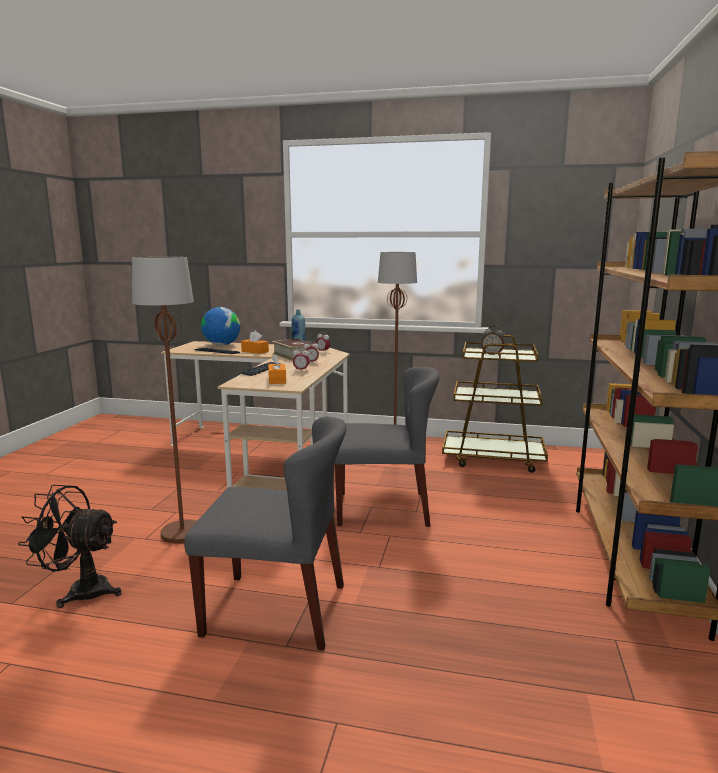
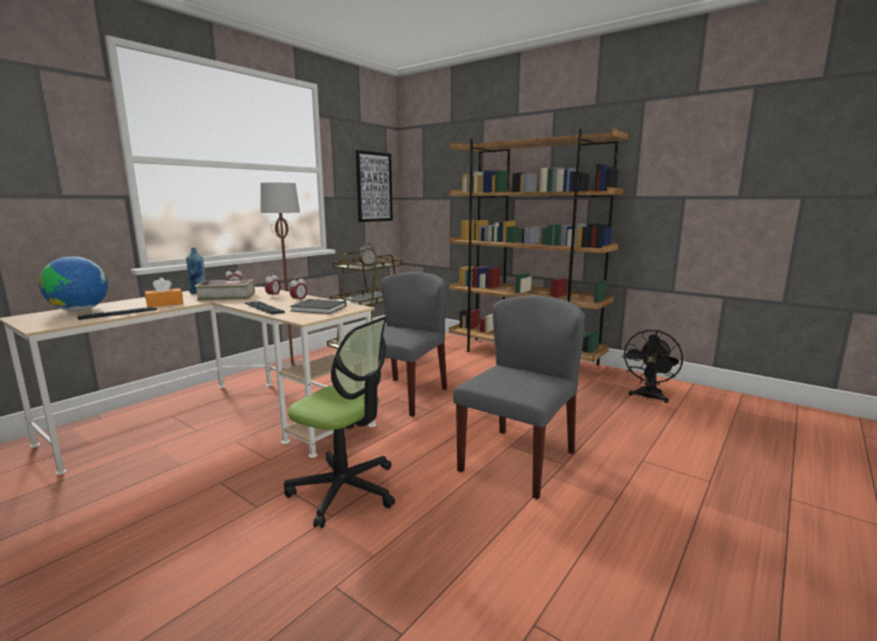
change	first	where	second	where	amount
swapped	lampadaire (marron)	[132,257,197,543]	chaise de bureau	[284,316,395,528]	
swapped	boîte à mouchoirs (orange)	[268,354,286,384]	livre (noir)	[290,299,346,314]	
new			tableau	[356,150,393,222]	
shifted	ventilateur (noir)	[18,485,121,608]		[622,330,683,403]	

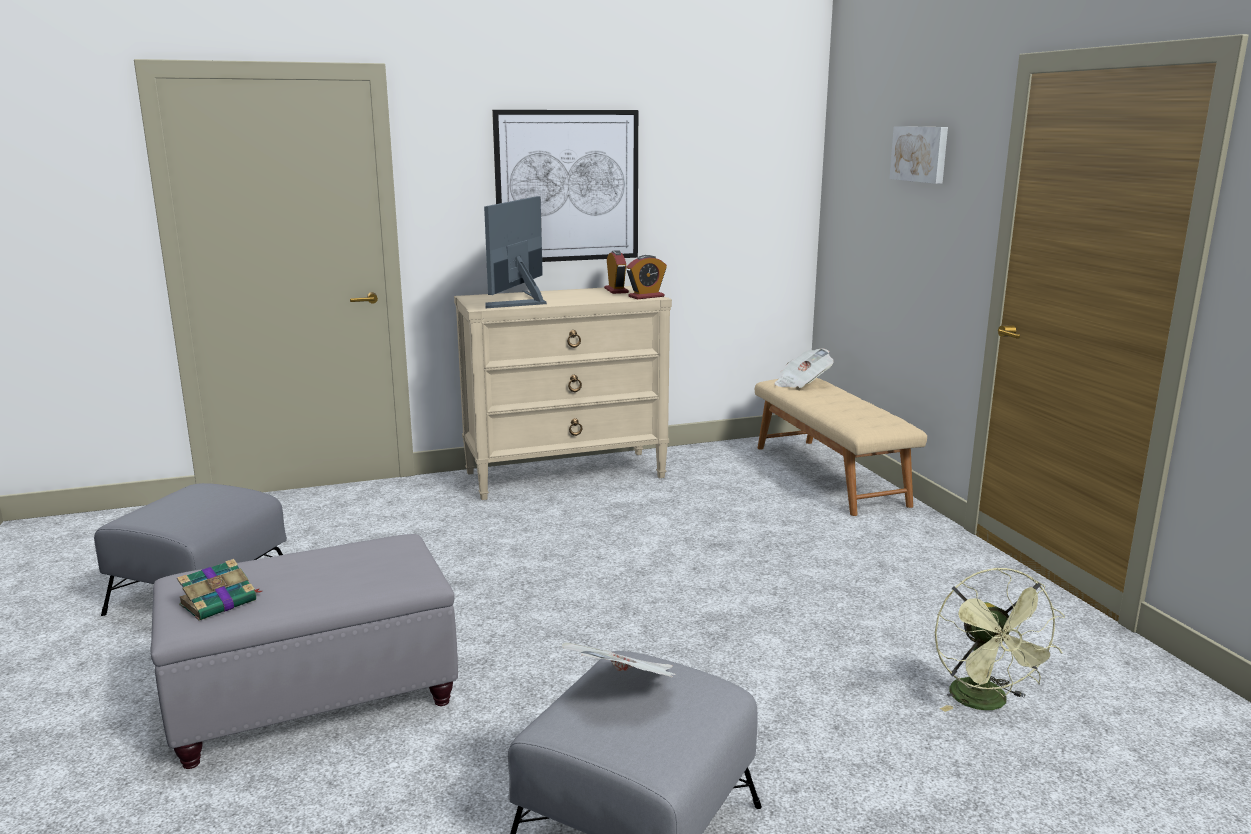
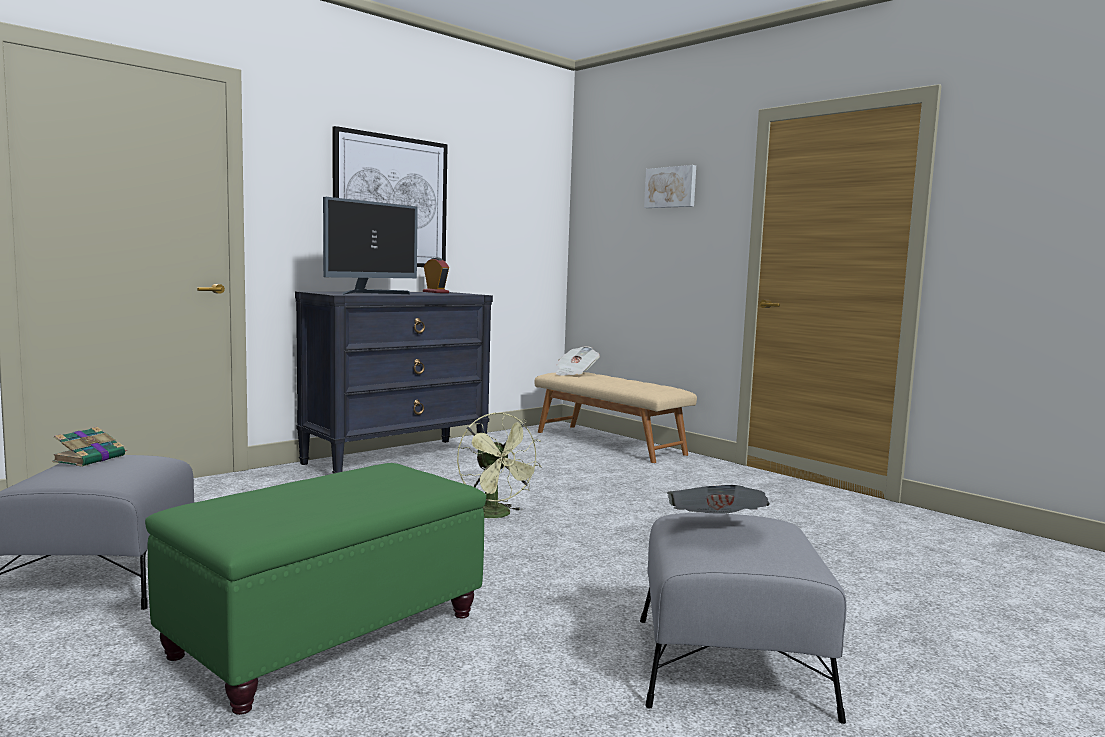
change	first	where	second	where	amount
shifted	livre	[177,559,262,621]		[52,427,127,467]	
repainted	pouf (gris)	[151,534,458,769]	pouf (vert)	[145,463,487,715]	
repainted	commode (beige)	[454,286,672,500]	commode (noir)	[295,291,493,474]	
rotated	écran d'ordinateur	[484,196,547,308]		[323,197,418,295]	135 degrees counterclockwise
shifted	ventilateur (vert)	[935,567,1065,712]		[457,412,542,518]	
gone	réveil	[626,255,667,299]			

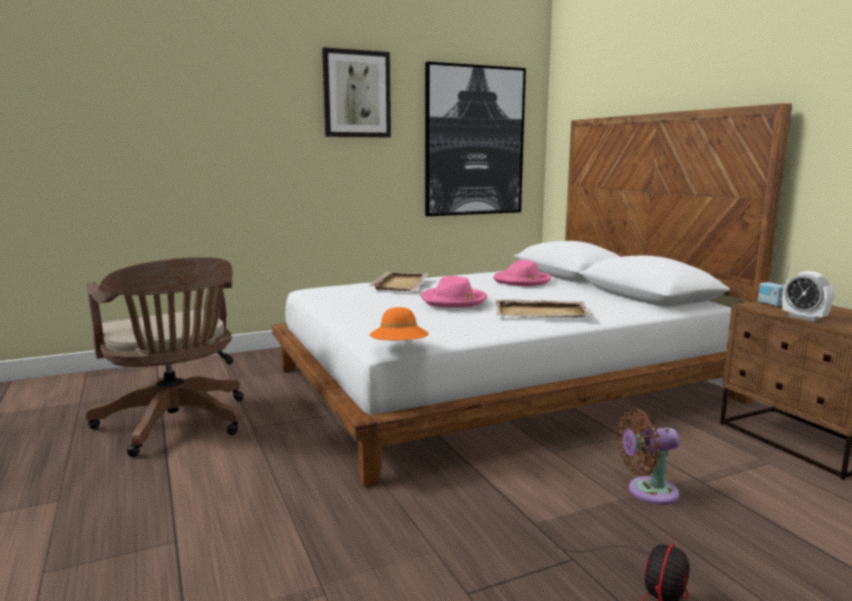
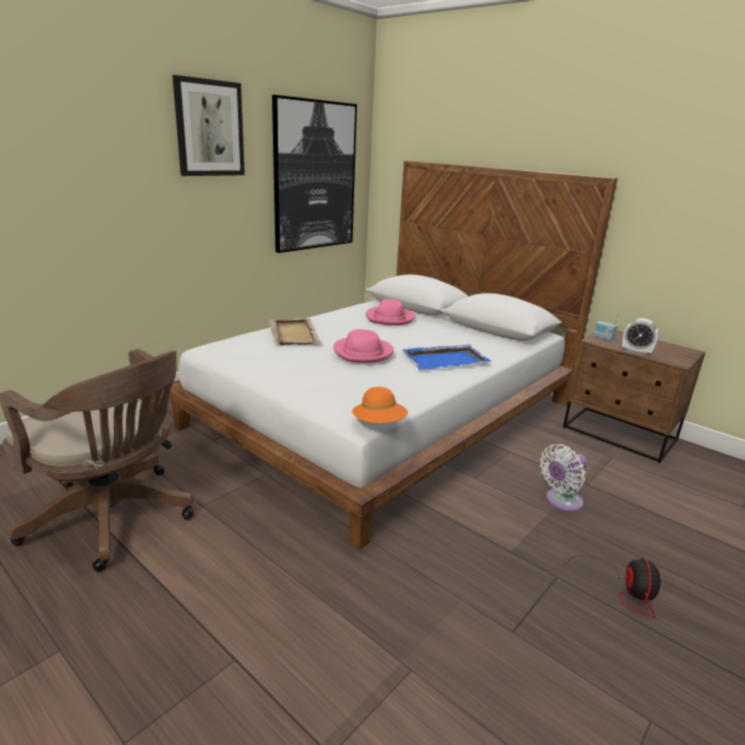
change	first	where	second	where	amount
repainted	plateau (beige)	[496,299,591,317]	plateau (bleu)	[402,345,491,370]	
repainted	ventilateur (marron)	[617,408,680,505]	ventilateur (blanc)	[540,444,587,512]	

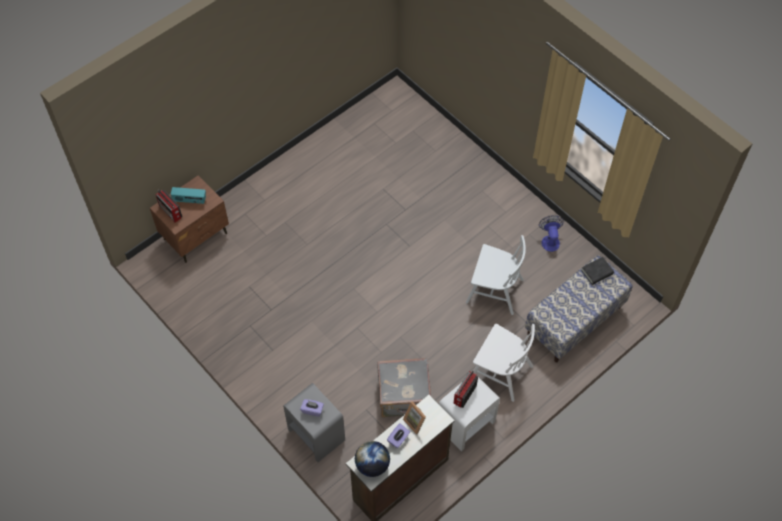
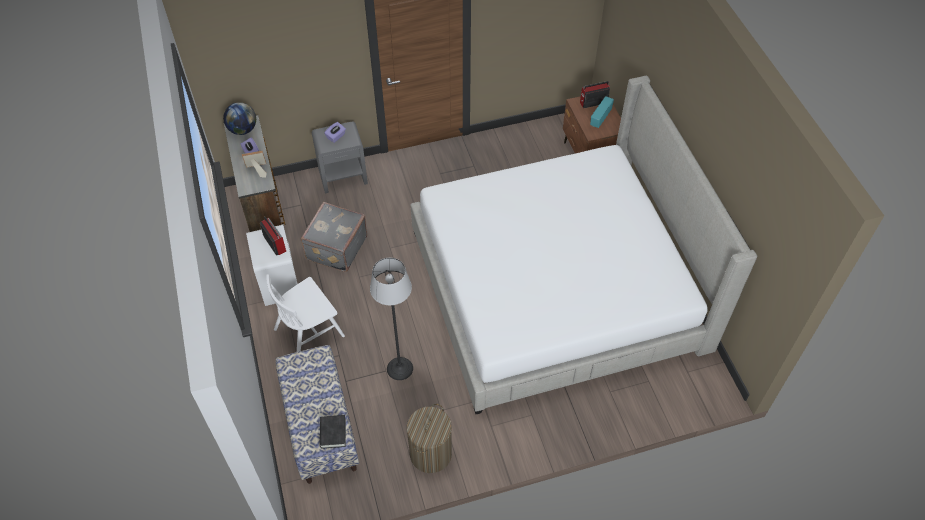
change	first	where	second	where	amount
swapped	chaise (blanc)	[466,235,526,315]	lampadaire	[370,258,413,380]	
swapped	ventilateur	[539,215,564,252]	panier à linge	[407,404,452,473]	
new			lit	[411,76,757,414]	

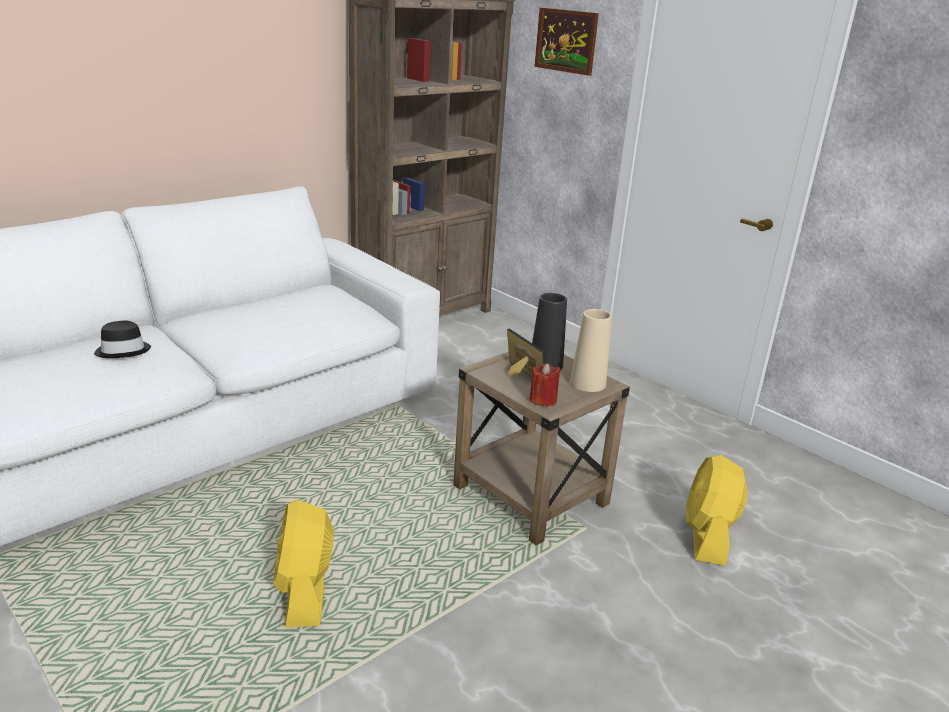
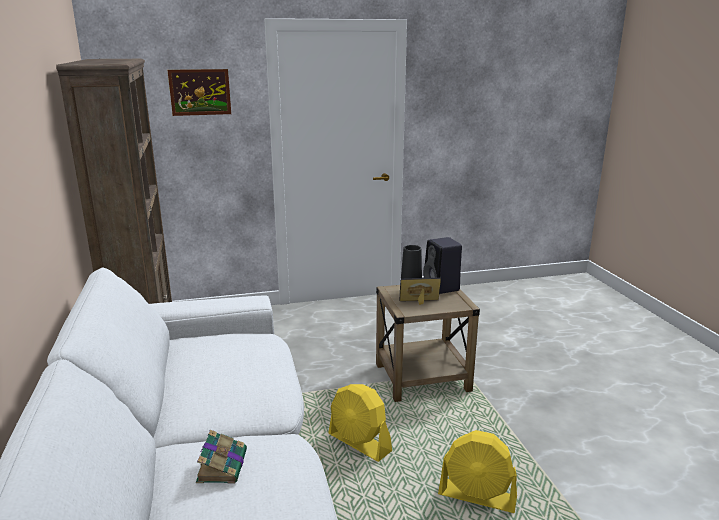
change	first	where	second	where	amount
swapped	chapeau (noir)	[94,320,151,358]	livre	[196,430,247,484]	
shifted	ventilateur (jaune)	[686,455,748,566]		[328,384,392,462]	
swapped	vase (beige)	[570,309,612,392]	enceinte (noir)	[423,237,462,294]	
gone	bougie (rouge)	[529,363,561,406]			

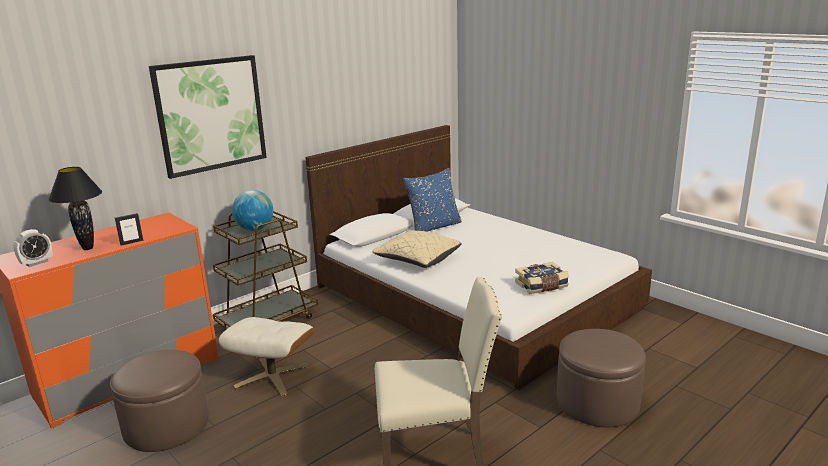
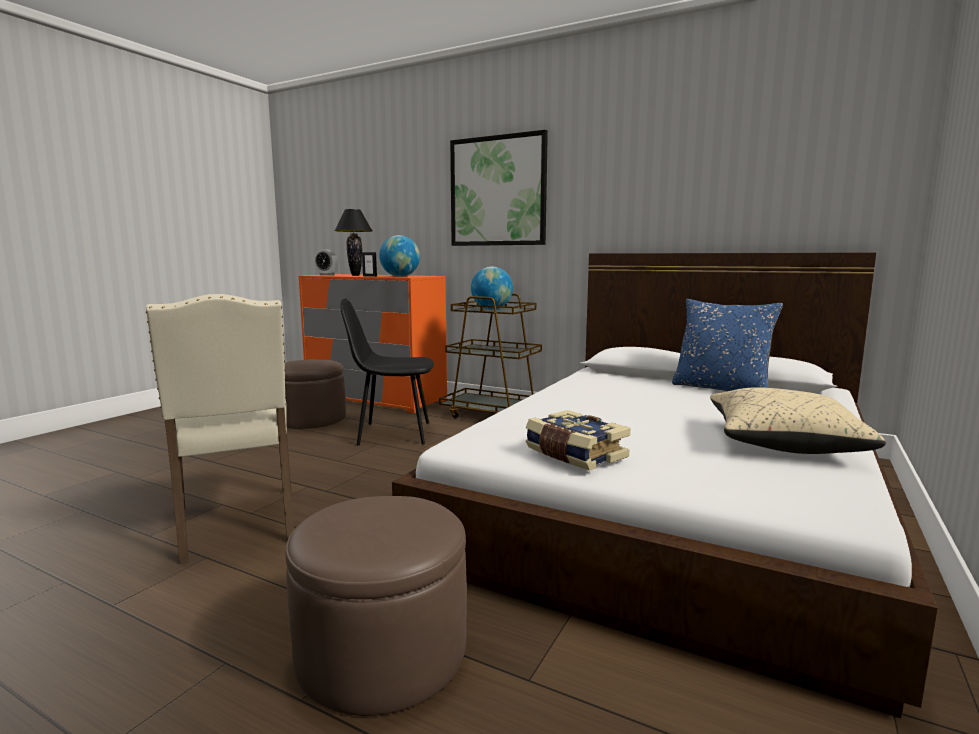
change	first	where	second	where	amount
swapped	pouf (beige)	[218,317,315,397]	chaise (noir)	[340,298,434,445]	
new			globe	[379,235,420,277]	
shifted	coussin (beige)	[372,230,462,268]		[710,387,886,454]	

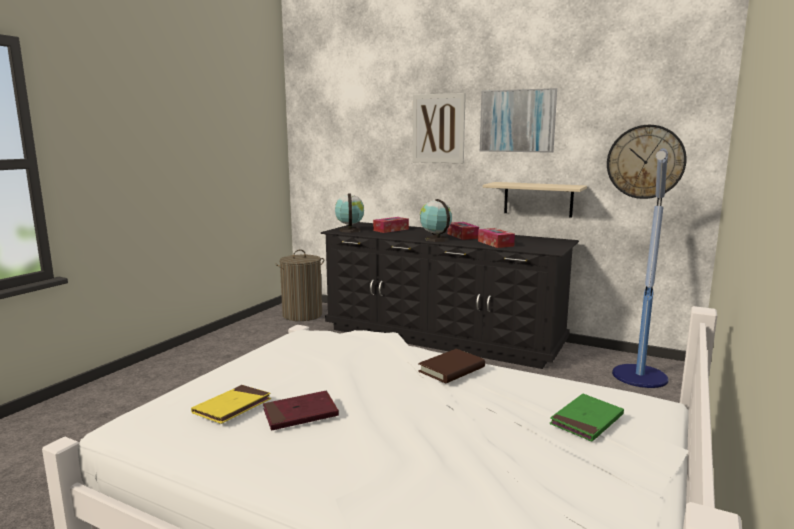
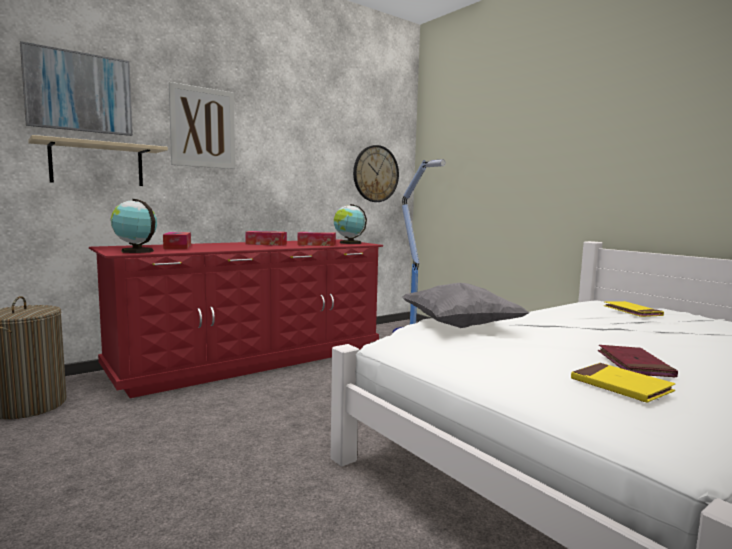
change	first	where	second	where	amount
shifted	tableau	[480,88,557,153]		[20,41,133,136]	
shifted	étagère (beige)	[483,182,587,218]		[28,135,168,186]	
repainted	commode (noir)	[321,222,579,369]	commode (rouge)	[89,239,383,398]	
shifted	globe	[420,199,452,242]		[334,204,367,244]	
new			coussin (gris)	[402,283,529,328]	
repainted	livre (vert)	[549,394,624,442]	livre (jaune)	[604,301,664,317]	
gone	livre (marron)	[418,349,485,383]			

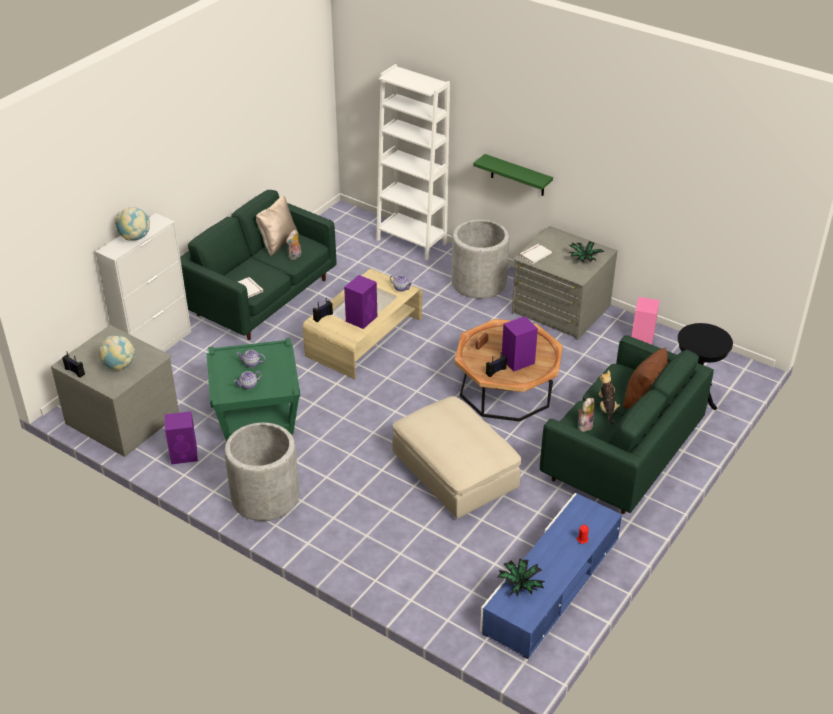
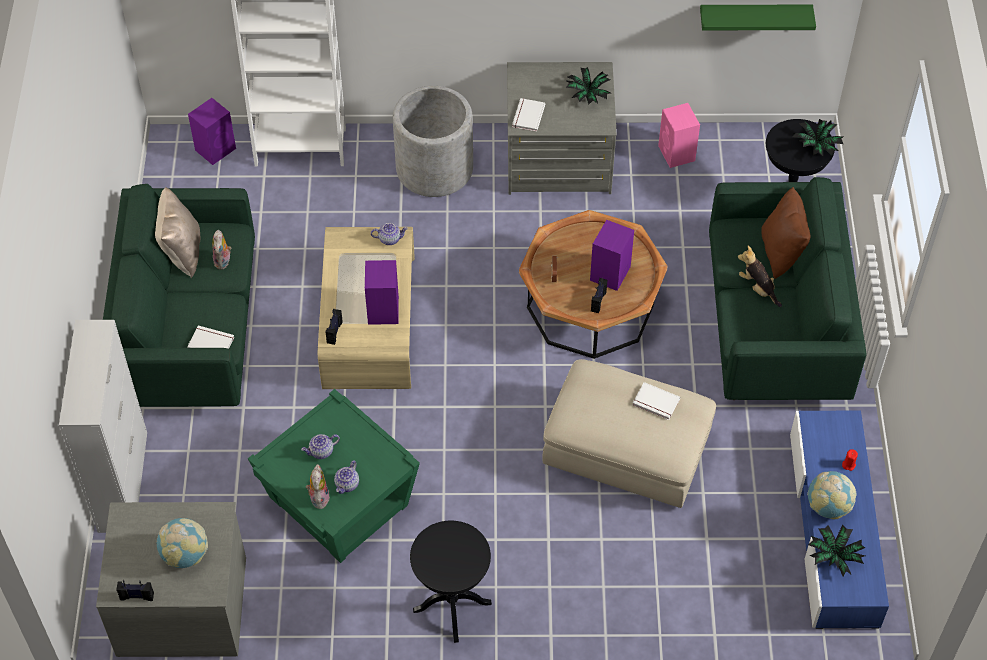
change	first	where	second	where	amount
shifted	enceinte (violet)	[165,411,198,465]		[188,98,236,165]	
shifted	peluche	[578,398,595,432]		[306,464,330,509]	
swapped	cache-pot (gris)	[224,422,299,521]	table d'appoint (noir)	[410,521,492,643]	
new			livre (blanc)	[632,382,680,420]	
shifted	étagère (vert)	[473,154,553,196]		[700,5,816,30]	
new			plante en pot	[793,119,843,156]	
shifted	globe	[115,207,150,241]		[807,471,857,519]	

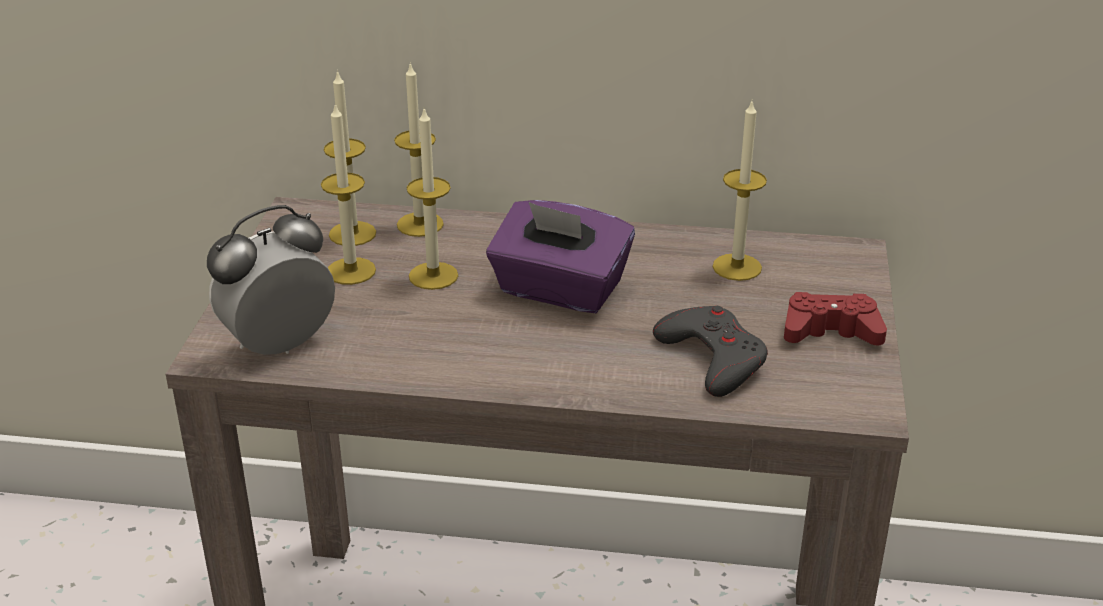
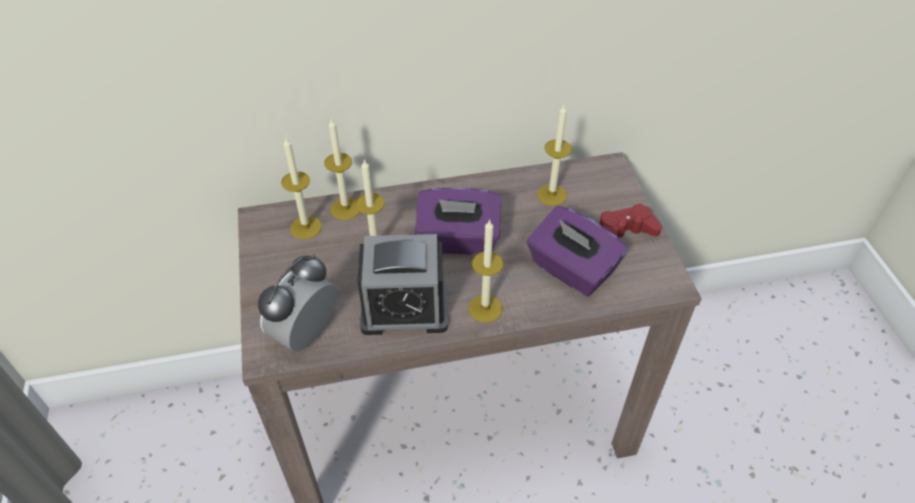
change	first	where	second	where	amount
new			réveil	[357,234,448,335]	
shifted	bougie	[321,102,376,285]		[468,219,503,323]	
swapped	manette (gris)	[653,306,768,397]	boîte à mouchoirs (violet)	[527,206,628,296]	

